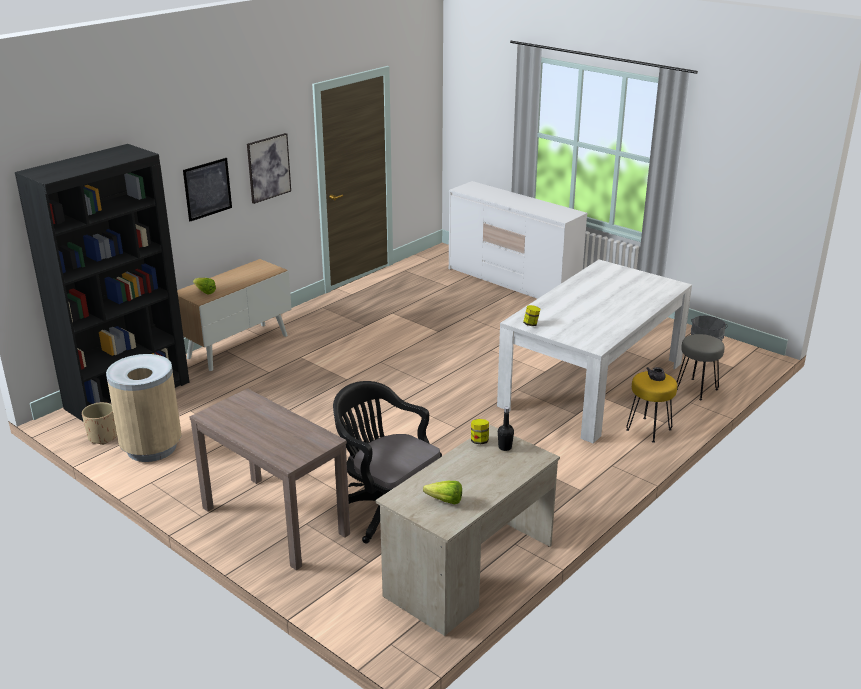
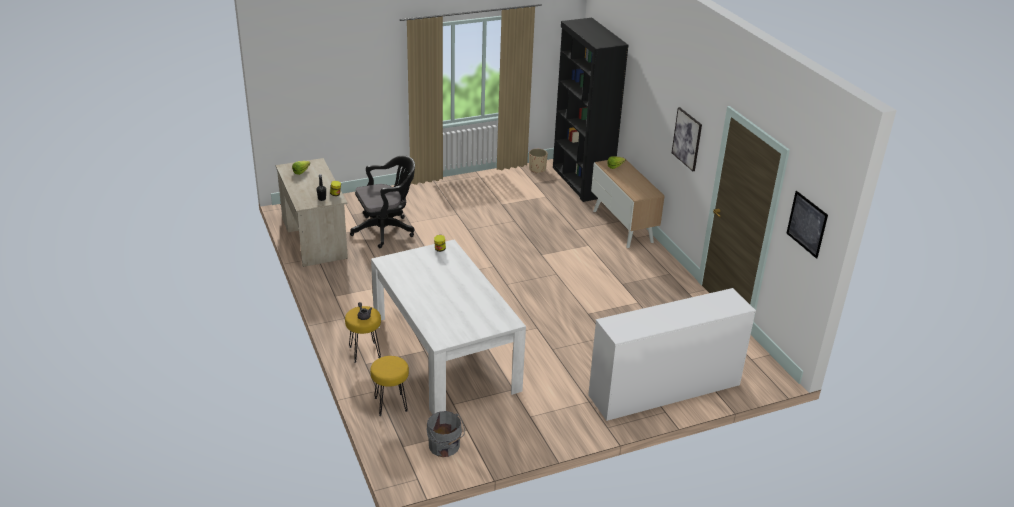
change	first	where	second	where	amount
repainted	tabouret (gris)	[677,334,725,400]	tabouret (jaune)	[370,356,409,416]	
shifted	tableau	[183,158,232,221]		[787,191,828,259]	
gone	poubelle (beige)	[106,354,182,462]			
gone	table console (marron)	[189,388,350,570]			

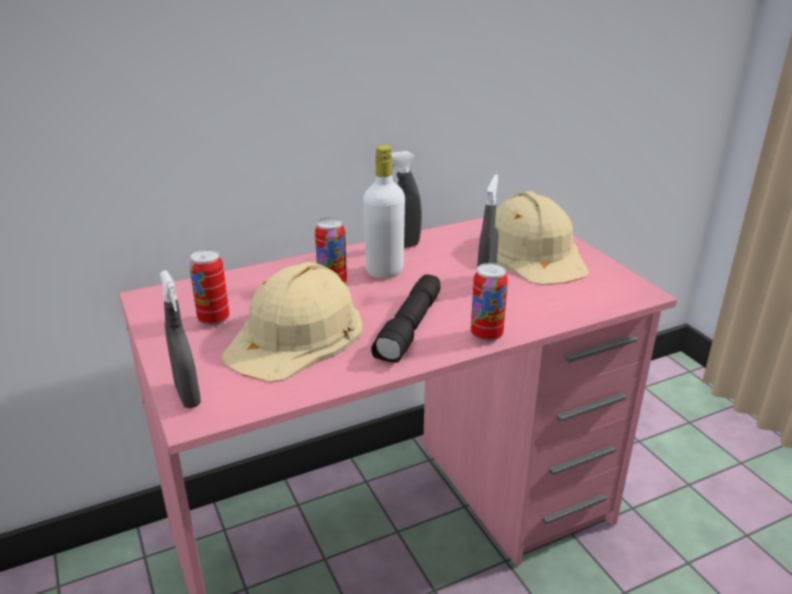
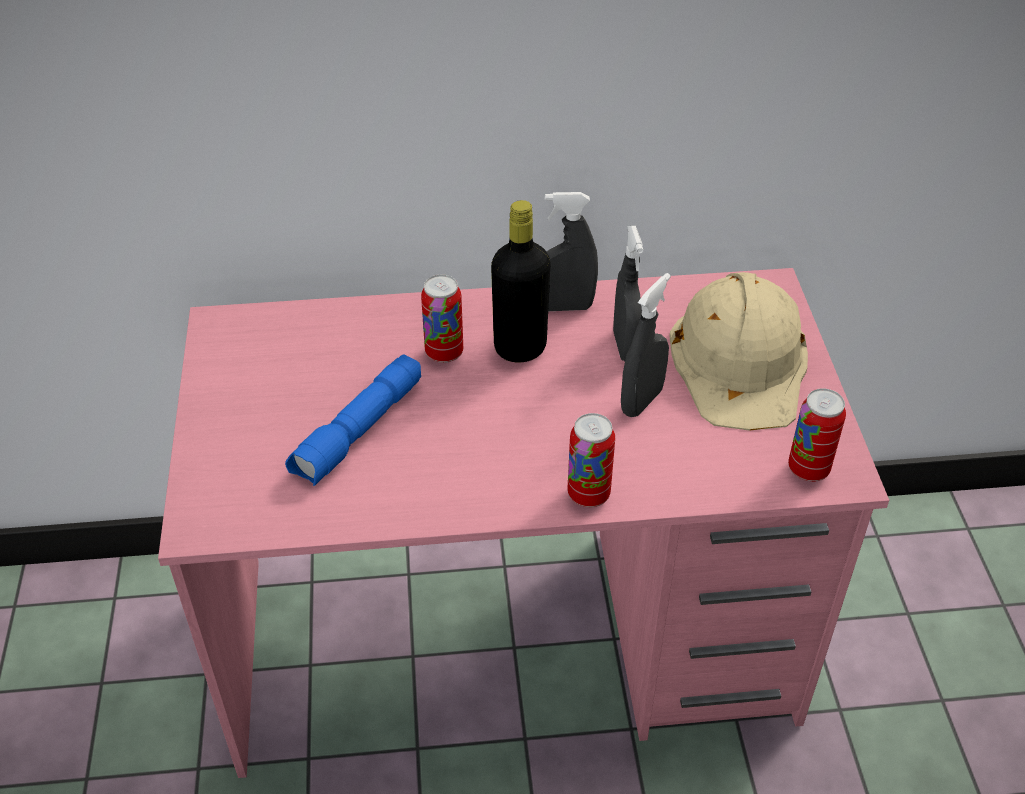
change	first	where	second	where	amount
swapped	casque de chantier (beige)	[222,262,363,383]	lampe de poche (bleu)	[285,354,421,486]	
repainted	bouteille (blanc)	[363,145,405,279]	bouteille (noir)	[491,200,551,363]	
shifted	vaporisateur (gris)	[160,270,201,408]		[613,226,643,361]	
shifted	boîte métallique	[189,249,229,326]		[788,388,846,482]	
gone	lampe de poche (noir)	[371,275,440,363]			

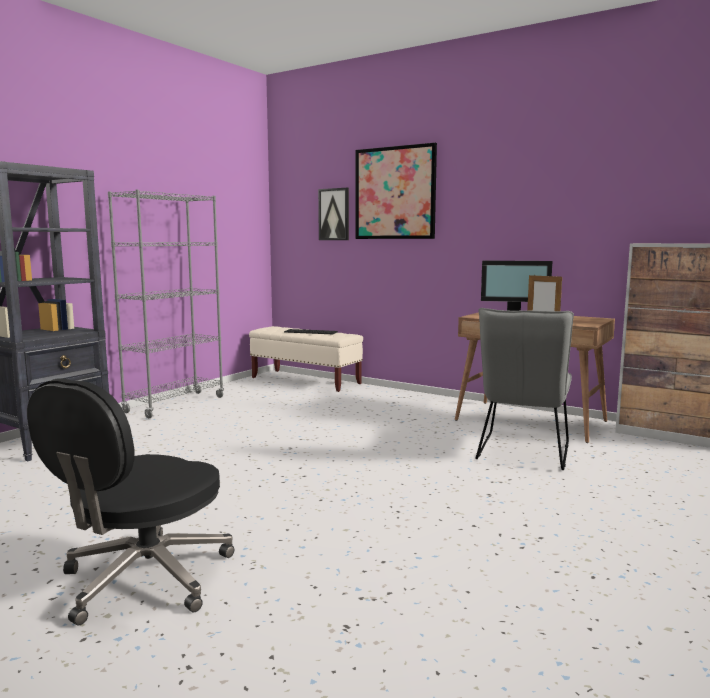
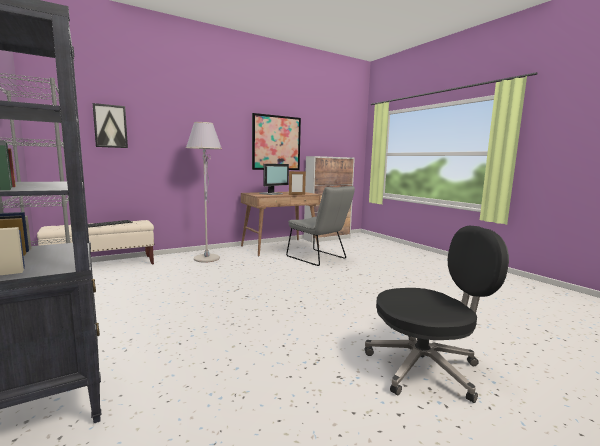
change	first	where	second	where	amount
new			lampadaire (gris)	[186,122,222,263]	
shifted	tableau	[355,143,437,239]		[252,113,301,170]	
rotated	chaise de bureau (noir)	[27,378,234,626]		[365,226,509,403]	60 degrees counterclockwise

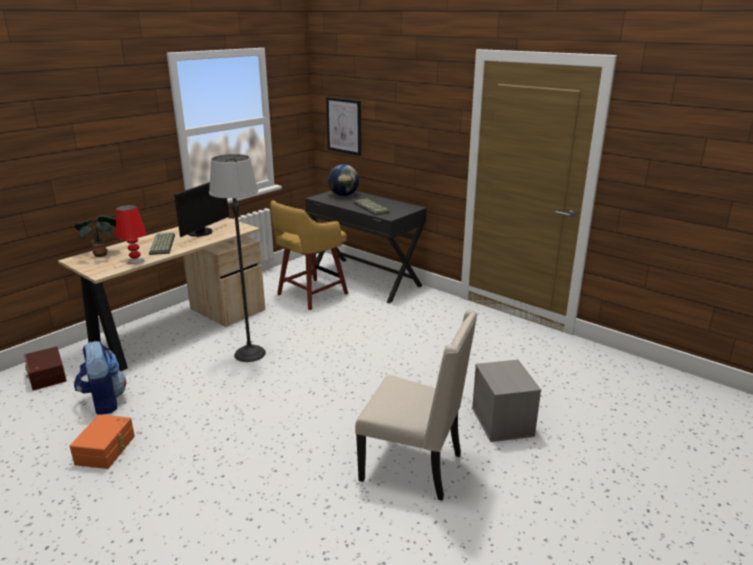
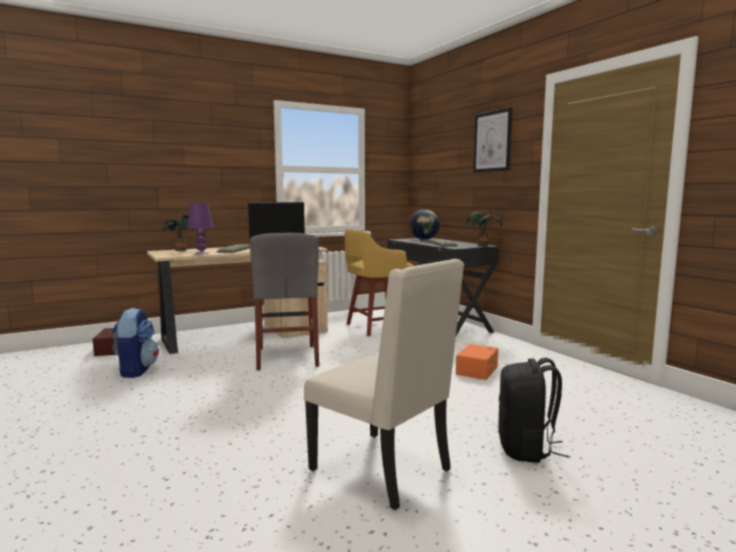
change	first	where	second	where	amount
repainted	lampe de table (rouge)	[116,205,146,264]	lampe de table (violet)	[187,203,214,255]	
swapped	lampadaire	[209,154,266,362]	chaise (gris)	[250,233,319,370]	
shifted	boîte de rangement (orange)	[70,414,135,469]		[456,344,498,380]	
new			plante en pot	[466,212,502,246]	
shifted	tableau	[326,97,361,156]		[473,108,512,173]	
swapped	boîte de rangement (gris)	[472,360,541,442]	sac à dos (noir)	[498,358,569,463]	

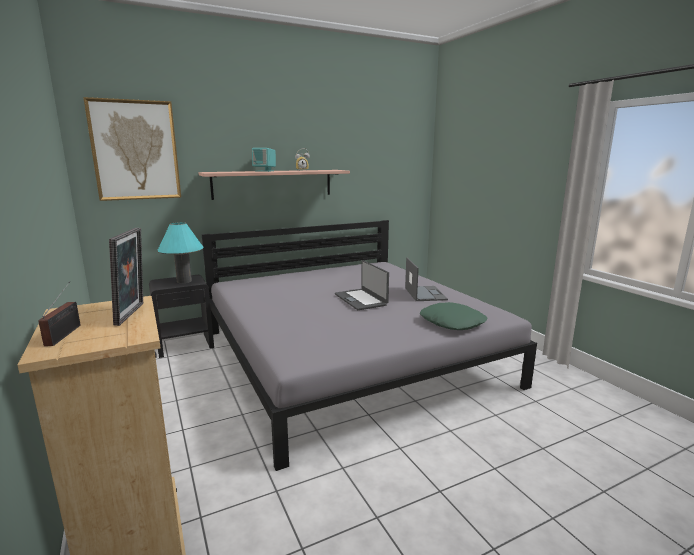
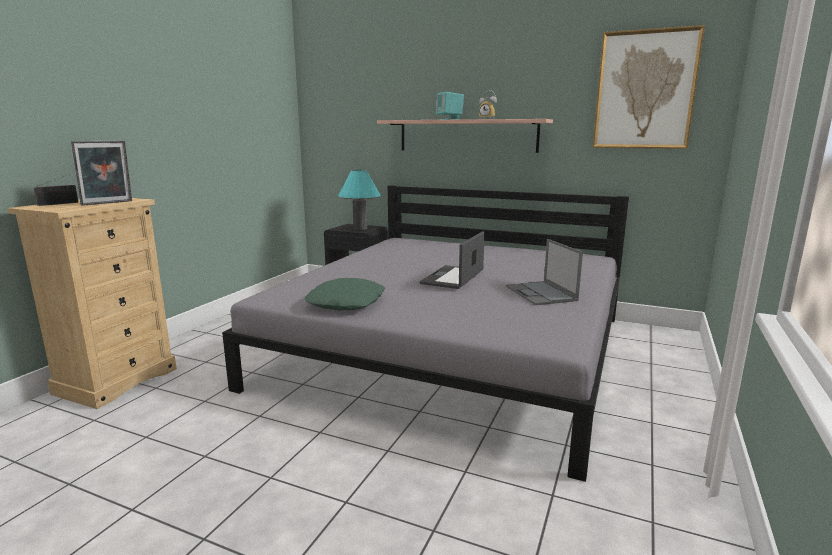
change	first	where	second	where	amount
shifted	coussin (vert)	[420,302,488,330]		[305,278,385,310]	
rotated	ordinateur portable	[405,257,448,301]		[506,239,583,305]	120 degrees clockwise
shifted	tableau	[83,97,181,201]		[593,25,705,149]	

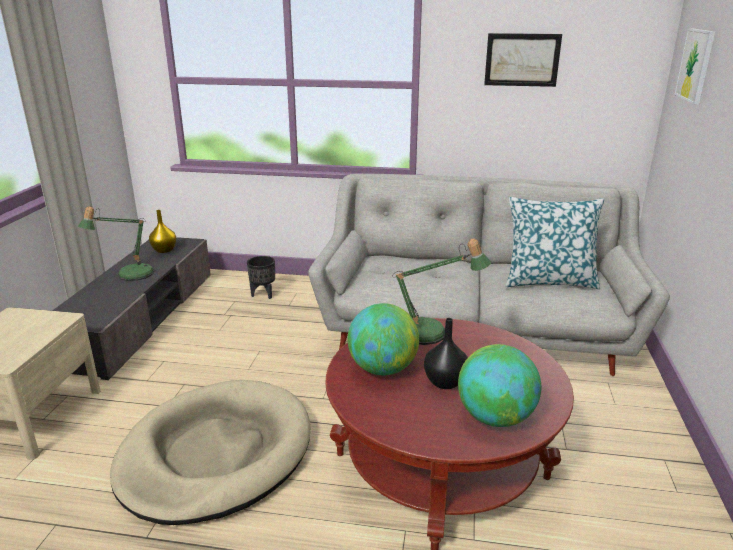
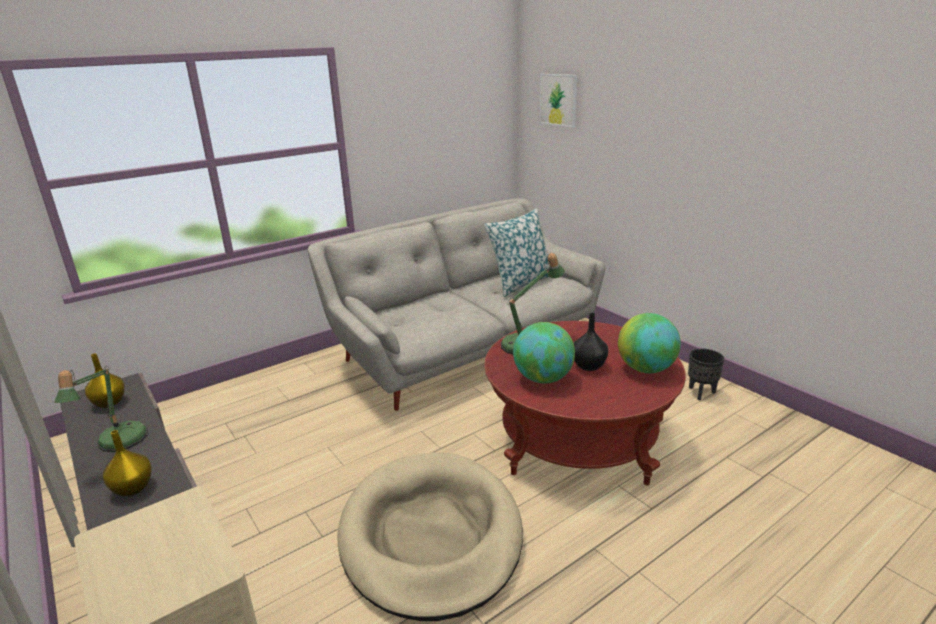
change	first	where	second	where	amount
new			vase (jaune)	[103,430,152,496]	
shifted	cache-pot (noir)	[247,256,275,299]		[688,348,724,401]	
gone	tableau	[484,33,562,87]			

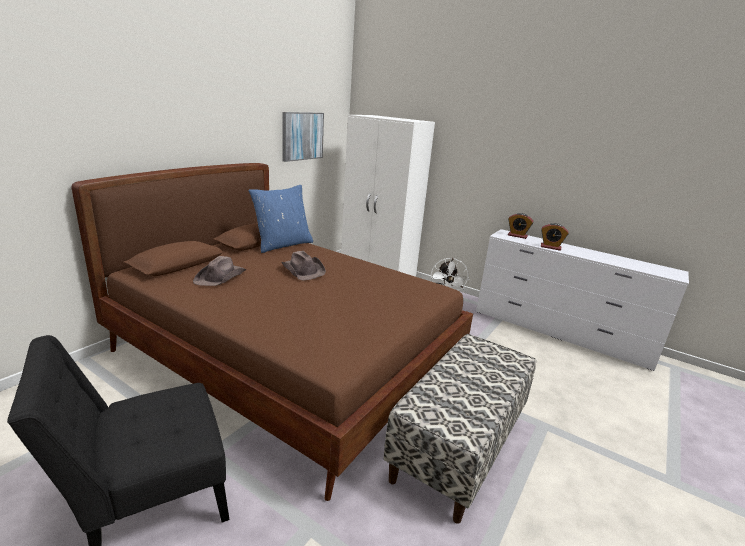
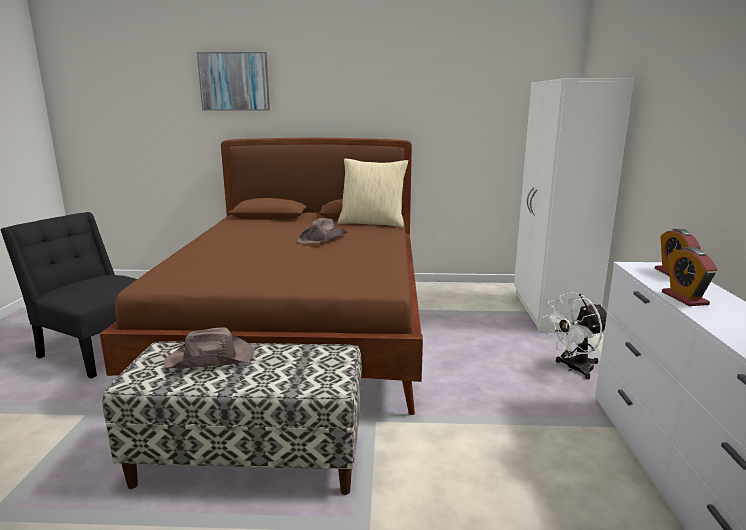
change	first	where	second	where	amount
shifted	chapeau (marron)	[193,256,246,286]		[164,327,254,369]	
shifted	tableau	[282,112,324,162]		[197,52,270,111]	
repainted	coussin (bleu)	[249,185,313,253]	coussin (beige)	[338,159,408,227]	

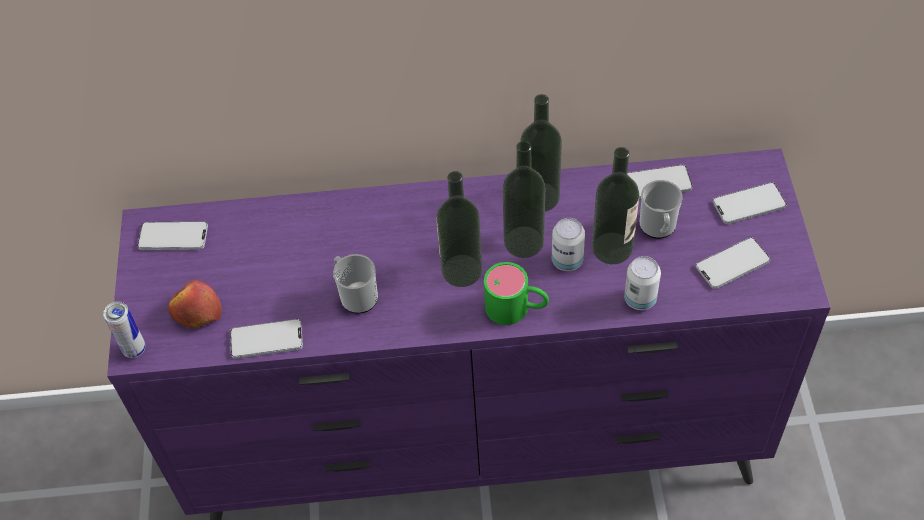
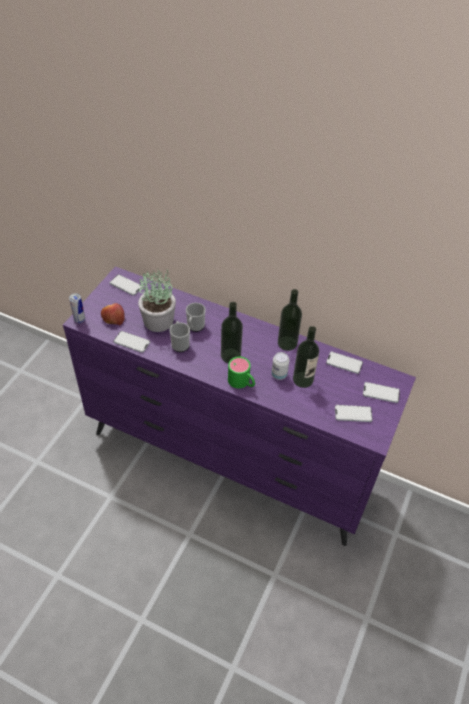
change	first	where	second	where	amount
new			plante en pot	[138,269,176,332]	
shifted	mug	[639,180,683,239]		[186,303,206,332]	
gone	bouteille	[503,141,545,258]			
gone	boîte métallique	[624,256,661,310]			

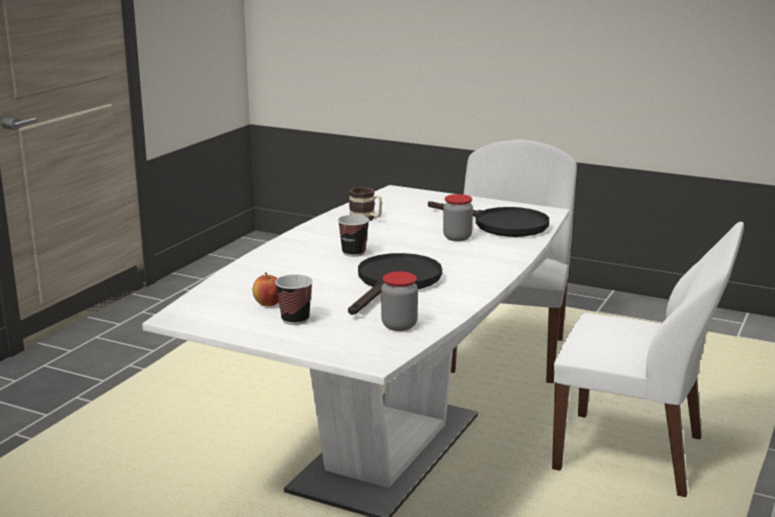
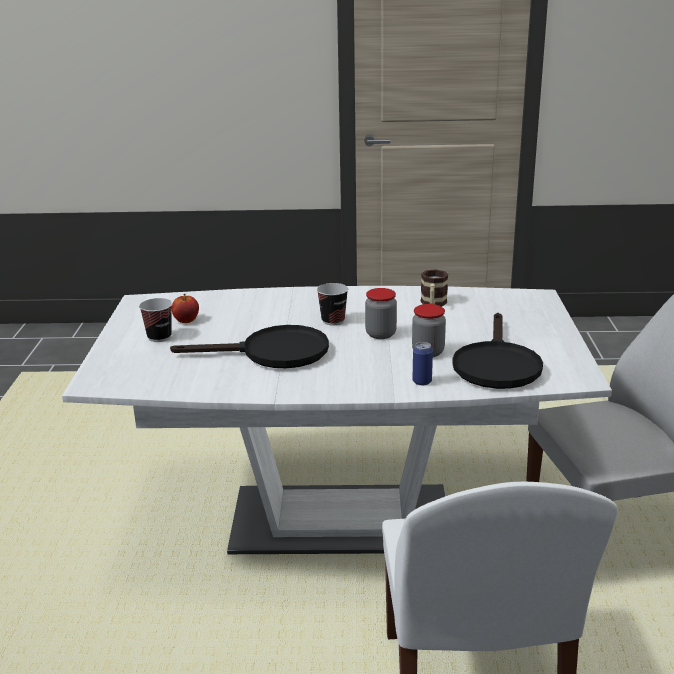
change	first	where	second	where	amount
shifted	bocal	[381,271,418,331]		[365,288,397,339]	
new			boîte métallique	[413,342,433,385]	

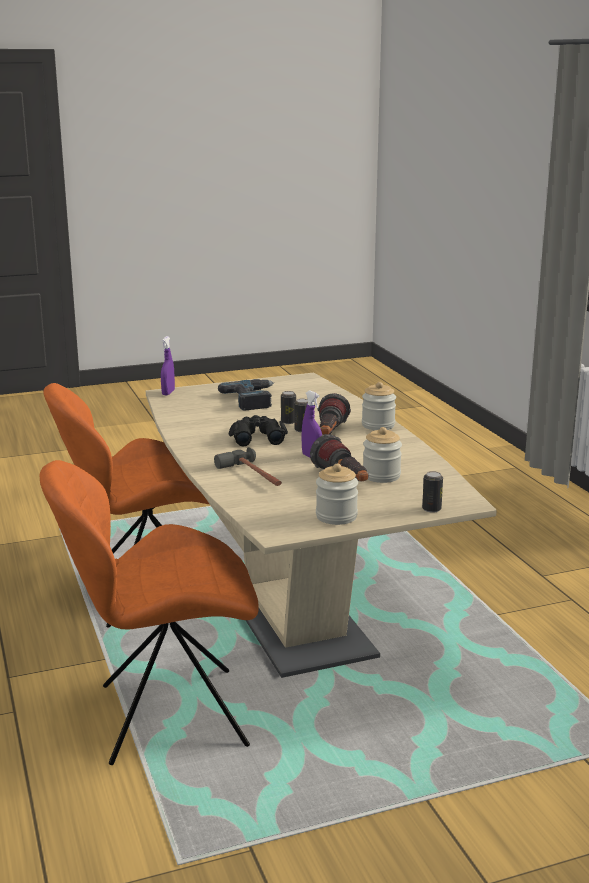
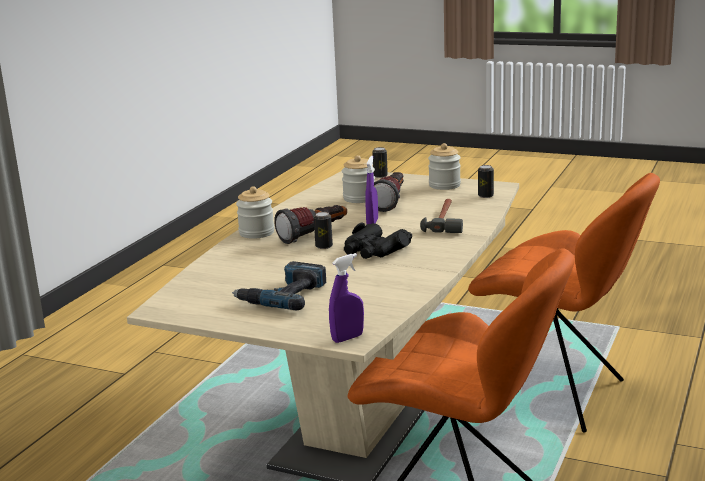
change	first	where	second	where	amount
shifted	boîte métallique	[281,391,296,424]		[478,165,494,198]	

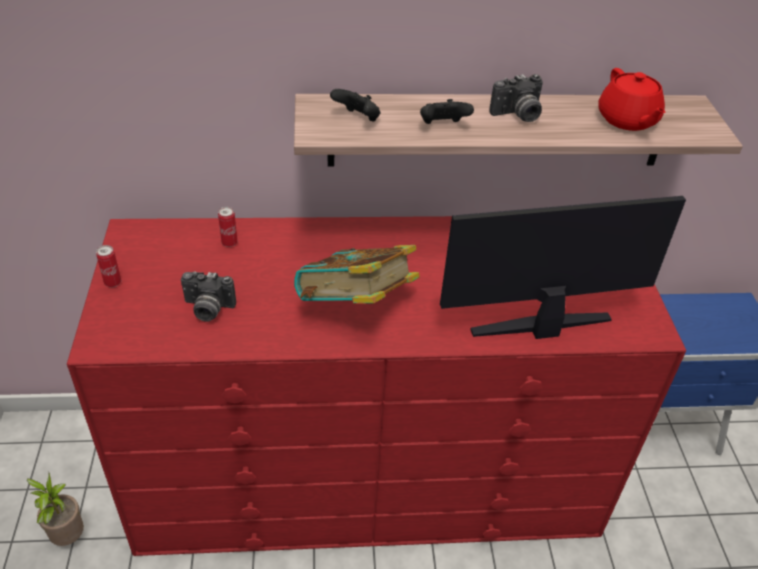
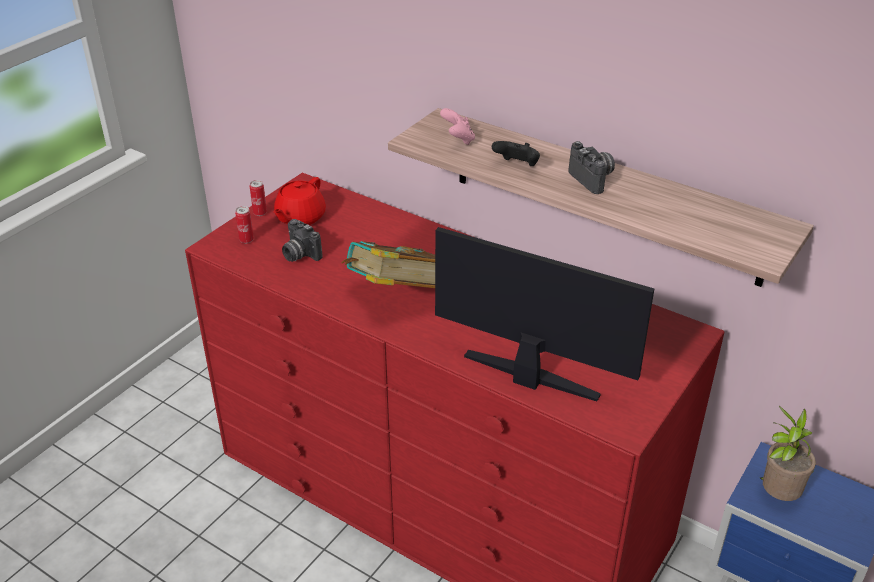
change	first	where	second	where	amount
shifted	boîte métallique	[218,207,238,247]		[235,206,254,243]	
shifted	théière (rouge)	[598,68,666,131]		[274,177,326,225]	
repainted	manette (noir)	[330,89,381,122]	manette (rose)	[440,108,475,145]	
rotated	appareil photo	[489,74,543,122]		[569,141,615,194]	135 degrees counterclockwise
shifted	plante en pot	[27,473,84,546]		[760,405,816,501]	

